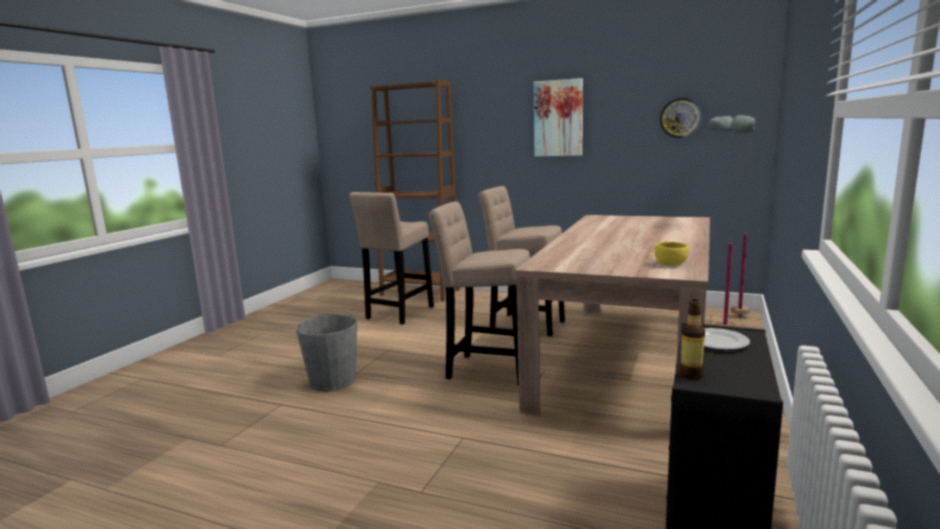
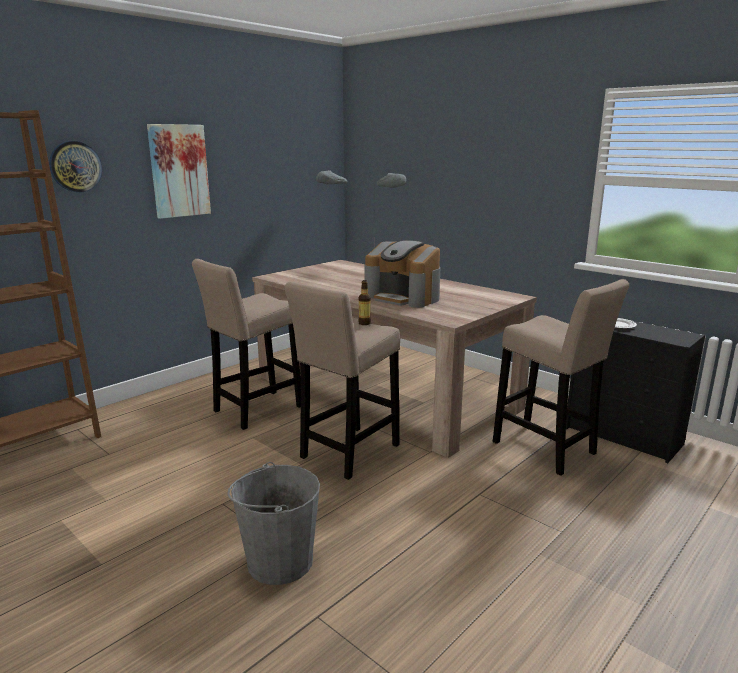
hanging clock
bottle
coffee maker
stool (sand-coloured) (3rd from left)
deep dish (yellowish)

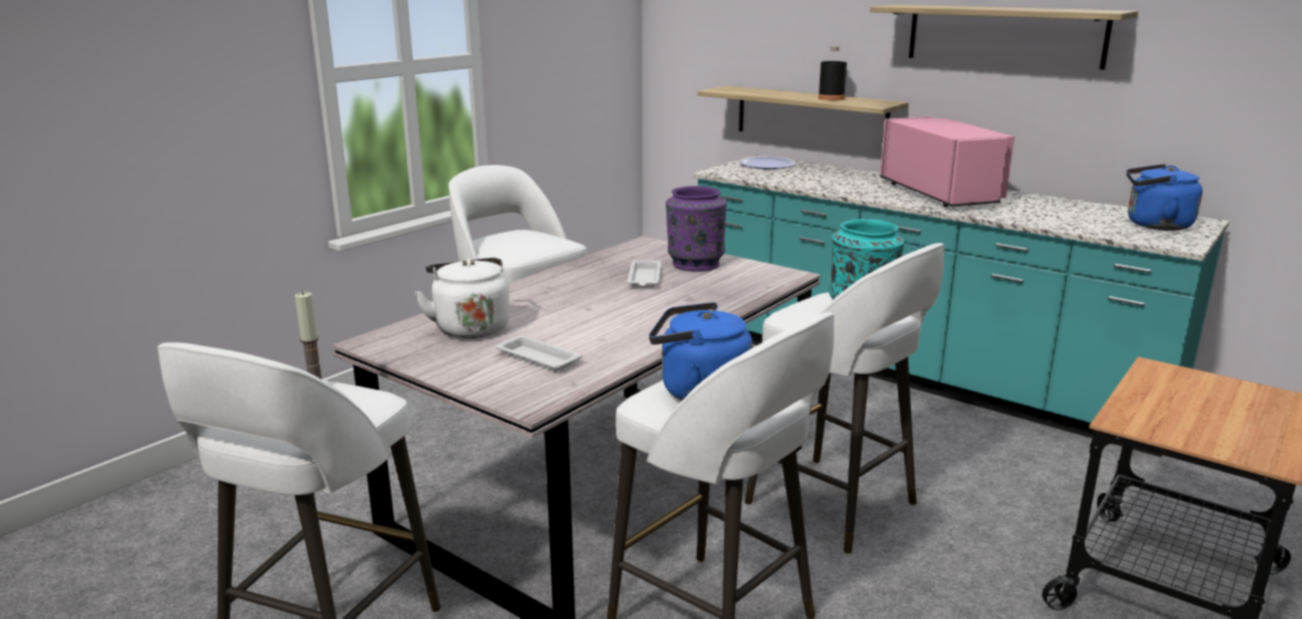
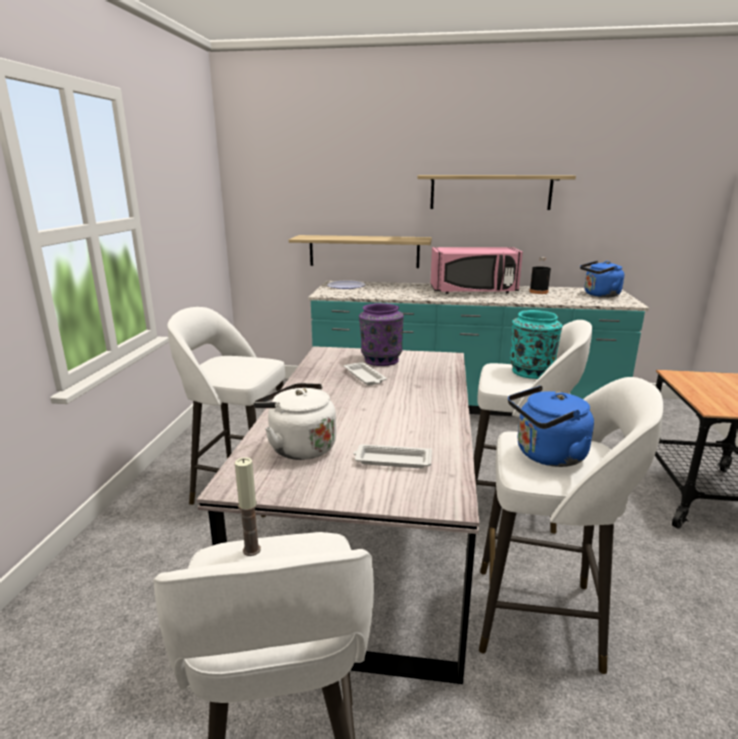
microwave oven (pinkish)
bottle (black)

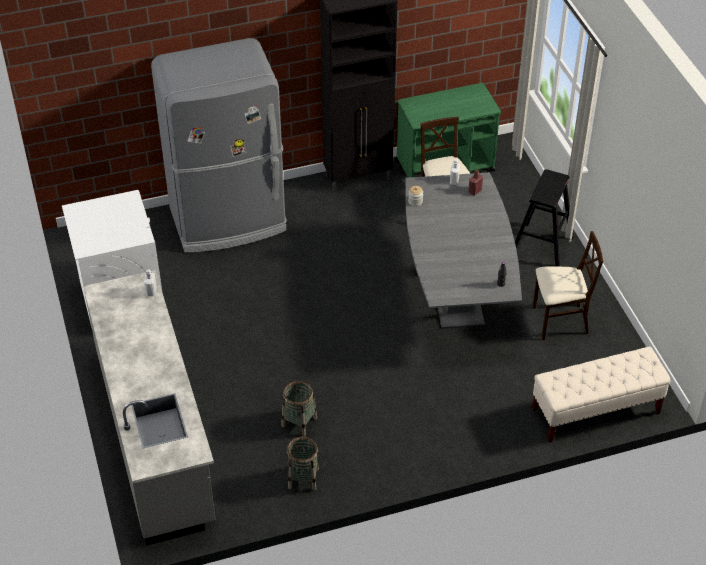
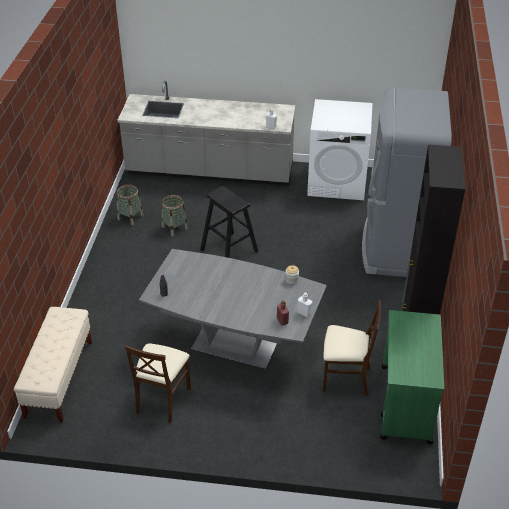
stool (black)

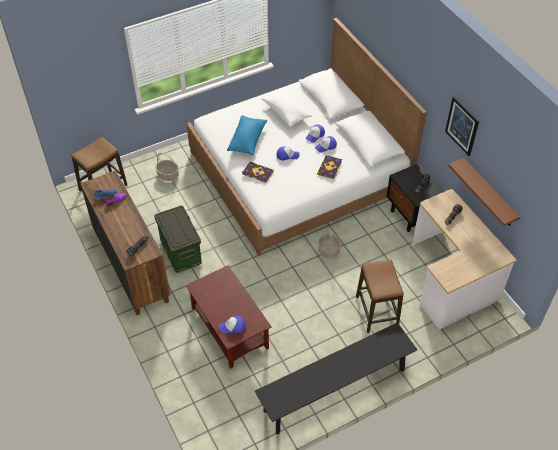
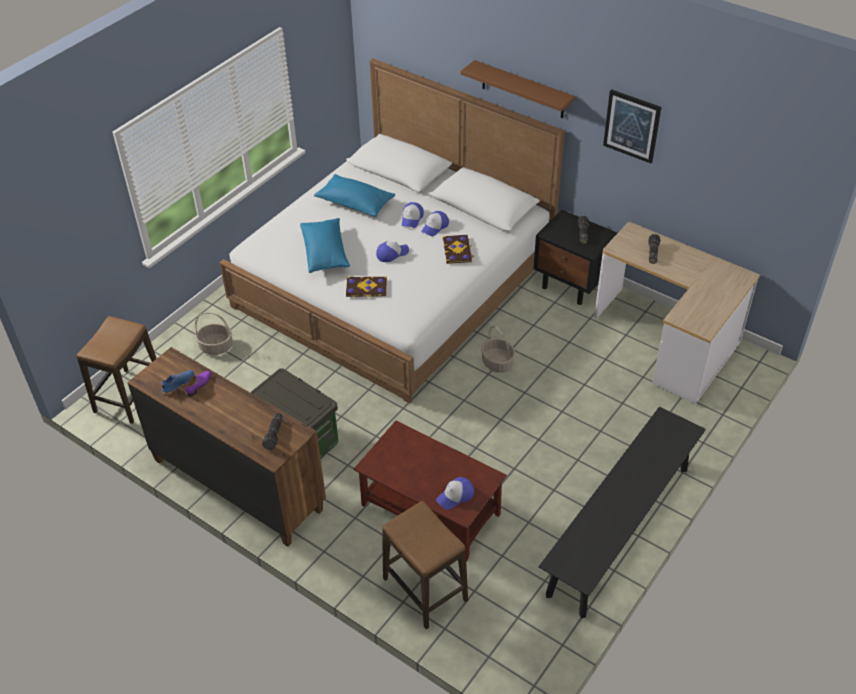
pillow (blue) (2nd from left)
stool (2nd from left)
bracket shelf (brown)

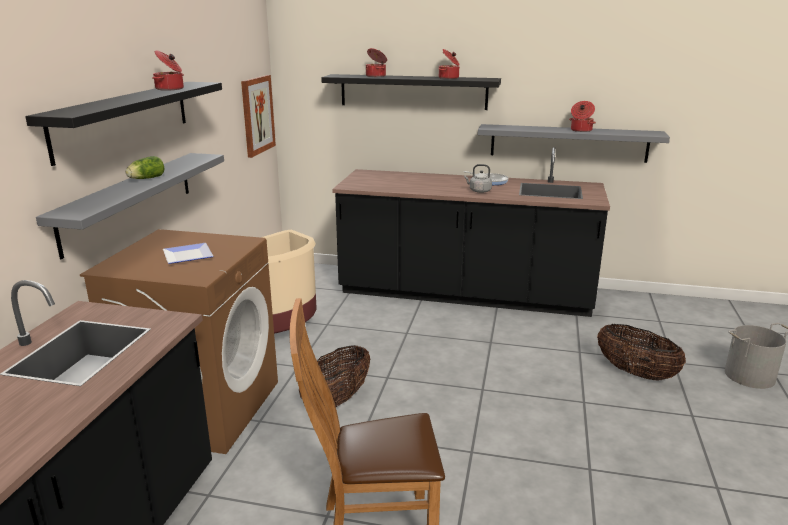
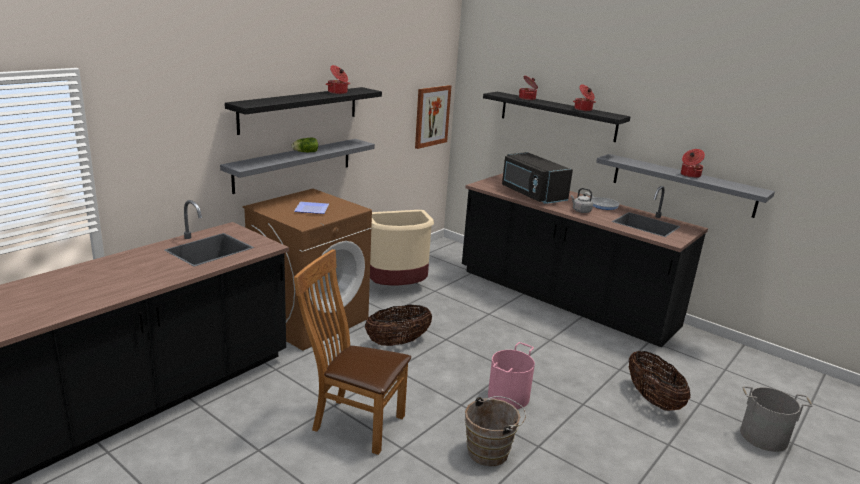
bucket (brown)
bucket (pinkish)
microwave oven (black)

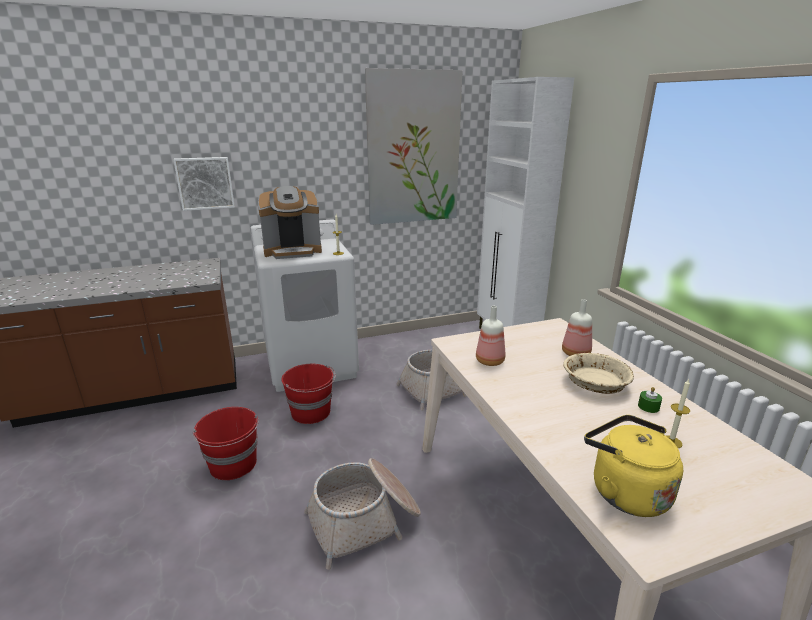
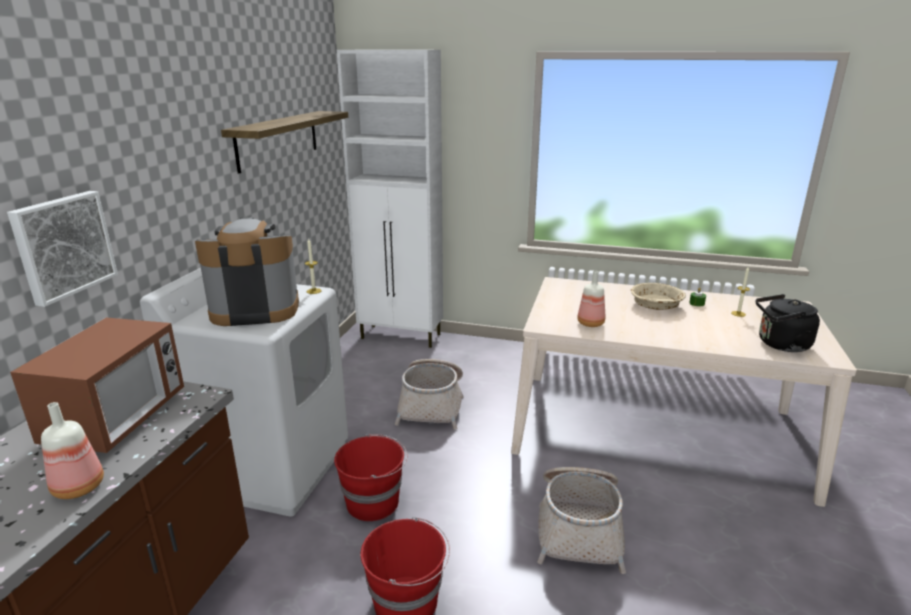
microwave oven
bottle (1st from left)
coffee maker
bracket shelf
water kettle (black)

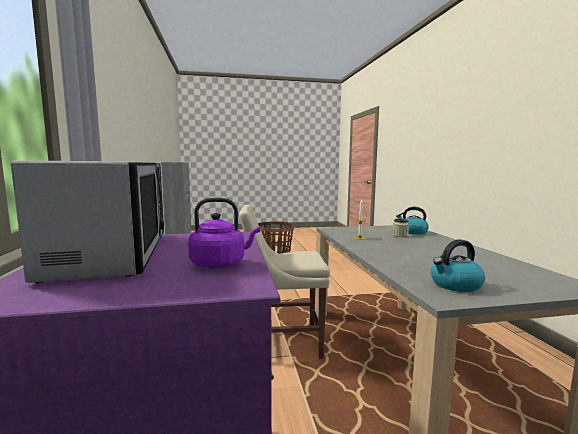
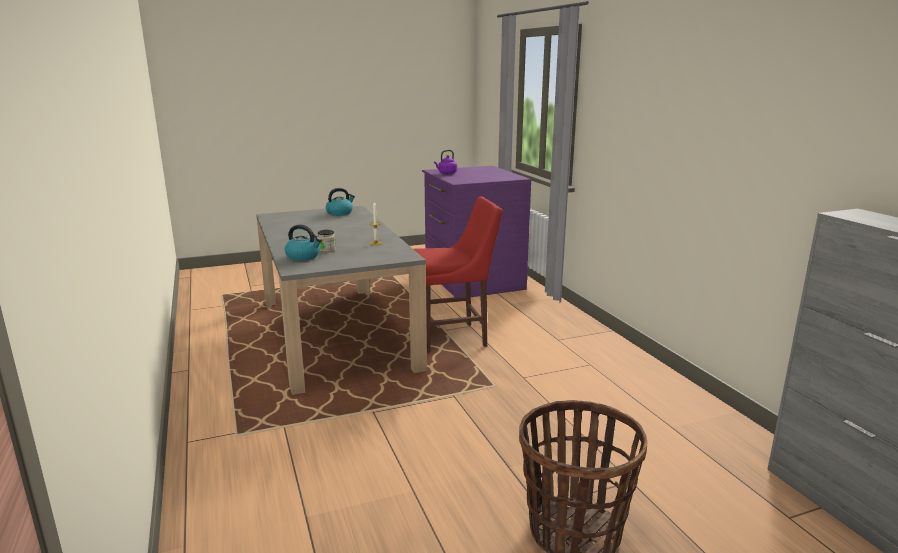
upright chair (reddish)
microwave oven

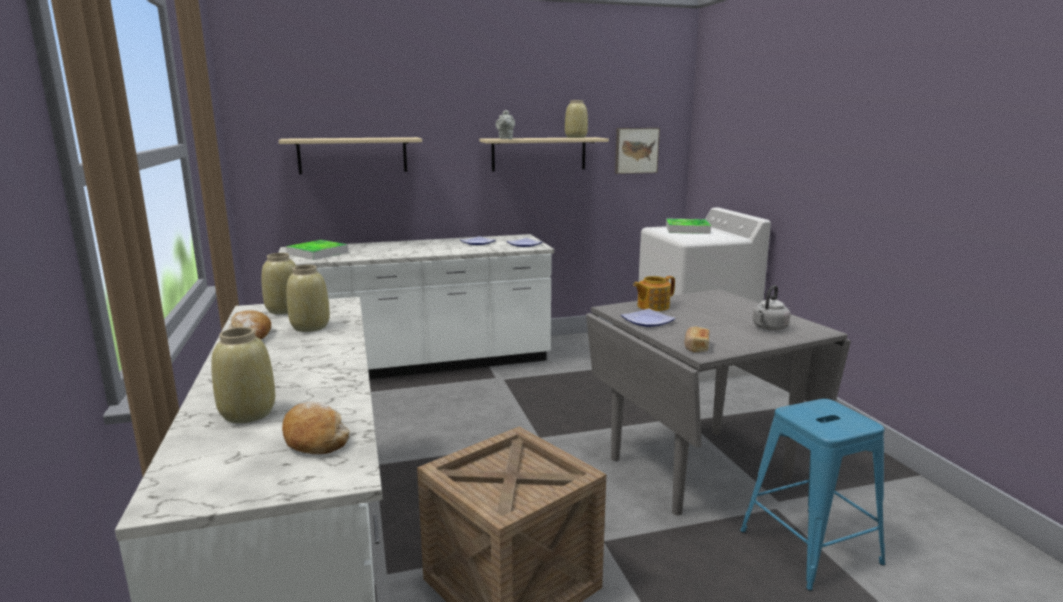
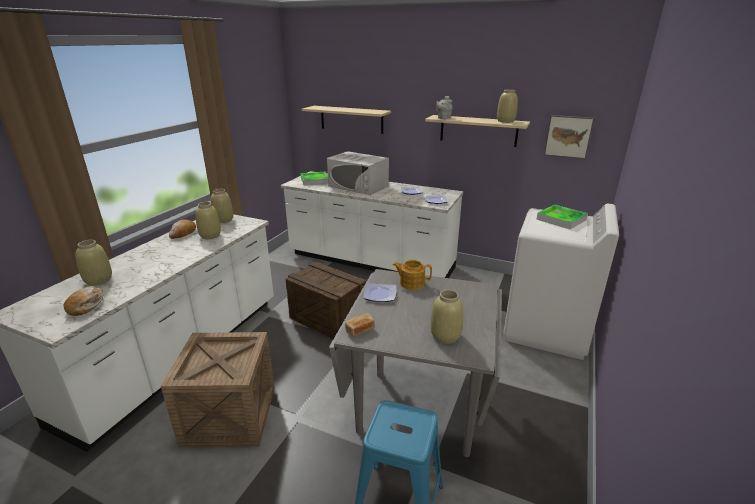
shipping crate (2nd from left)
microwave oven (whitish)
flower vase (sand-coloured) (4th from left)

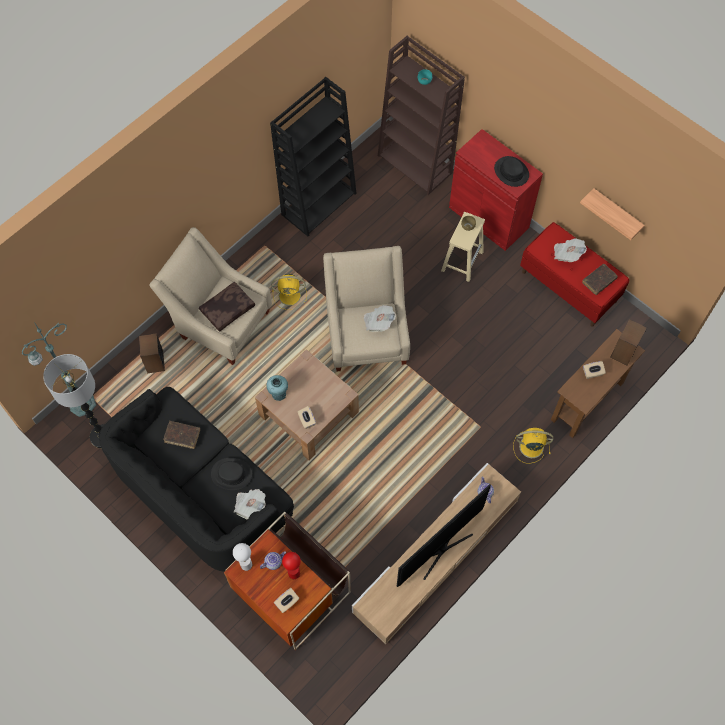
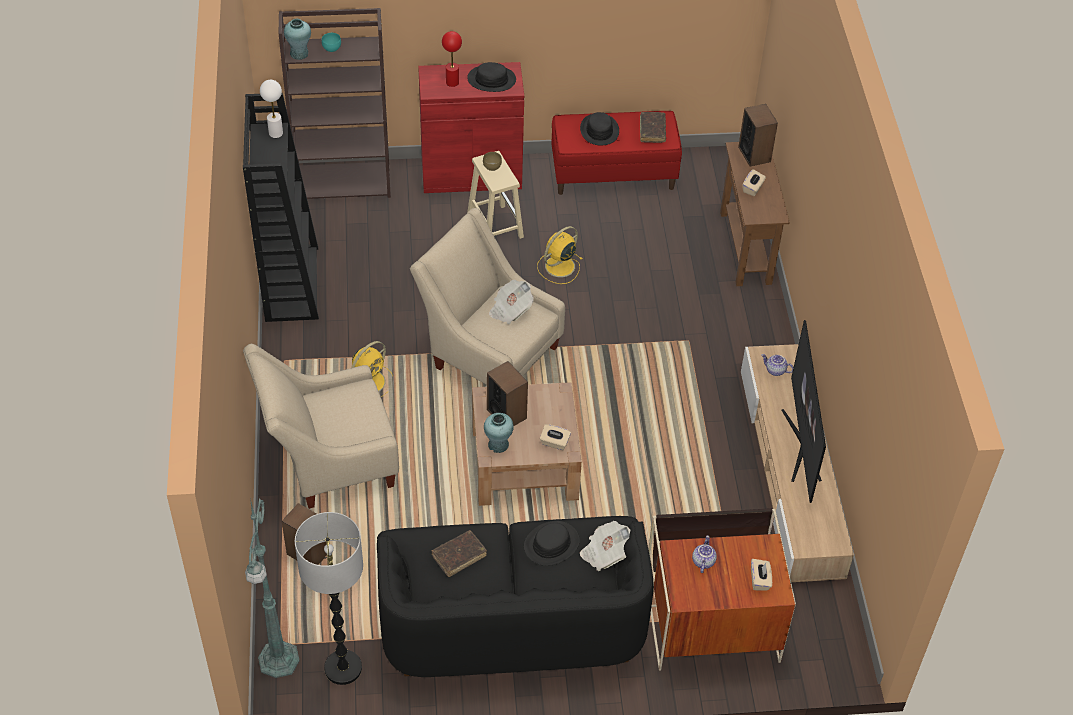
table lamp (whitish)
flower vase (turquoise-coloured) (1st from left)
table lamp (reddish)
loudspeaker (2nd from left)
fan (yellowish) (2nd from left)
wearable hat (black) (3rd from left)
pillow (brown)
bracket shelf

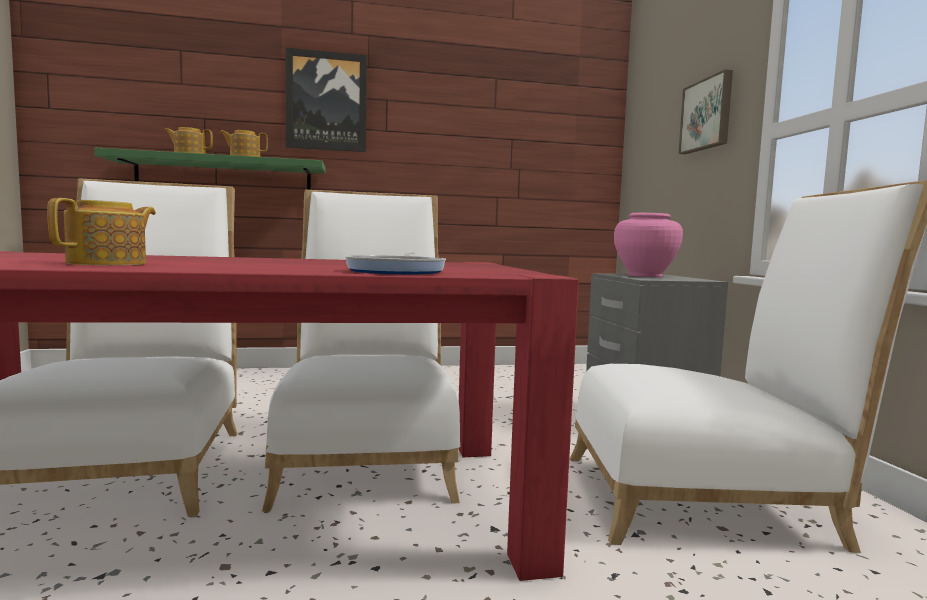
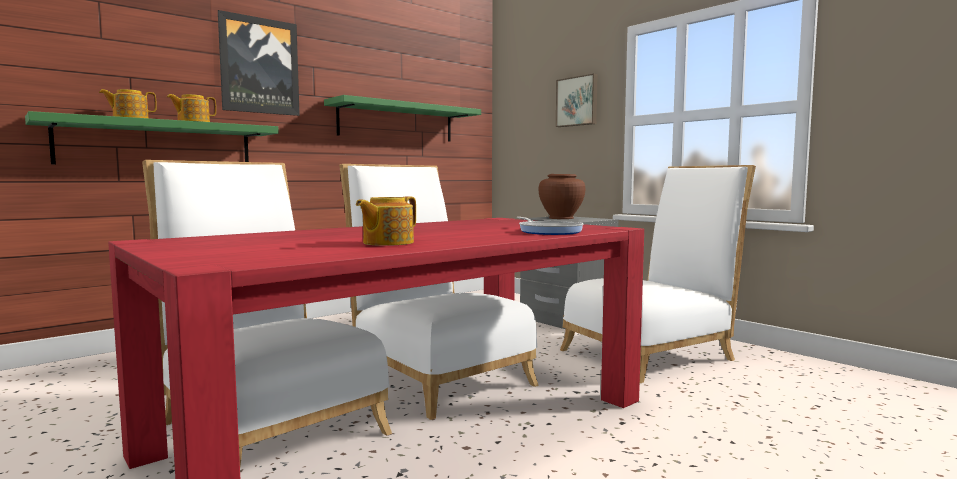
bracket shelf (green-coloured) (2nd from left)
tea pot (3rd from left)
flower vase (brown)

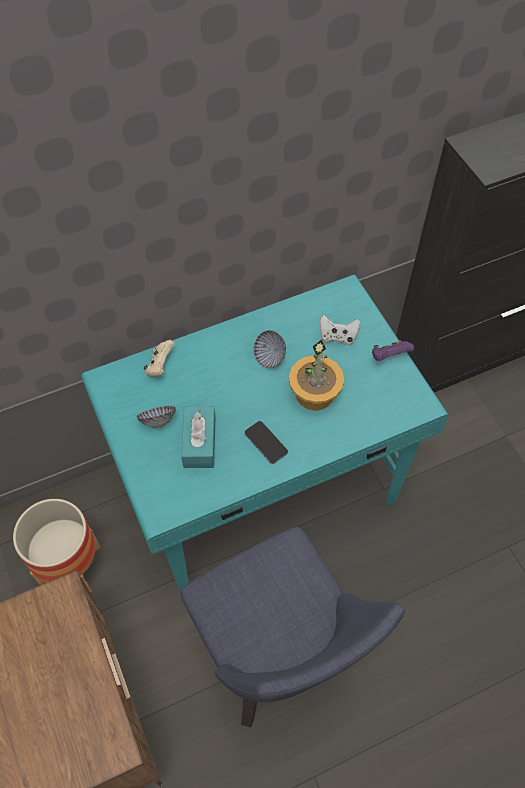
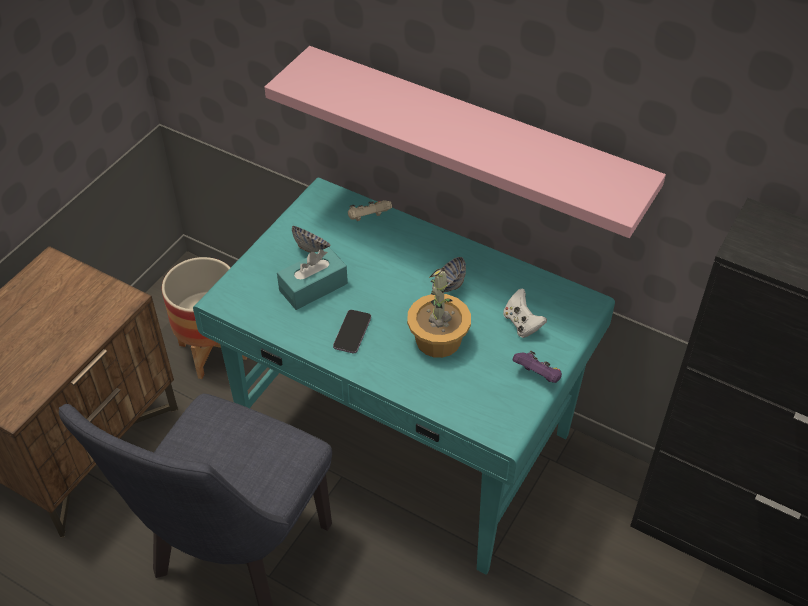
bracket shelf (pinkish)

